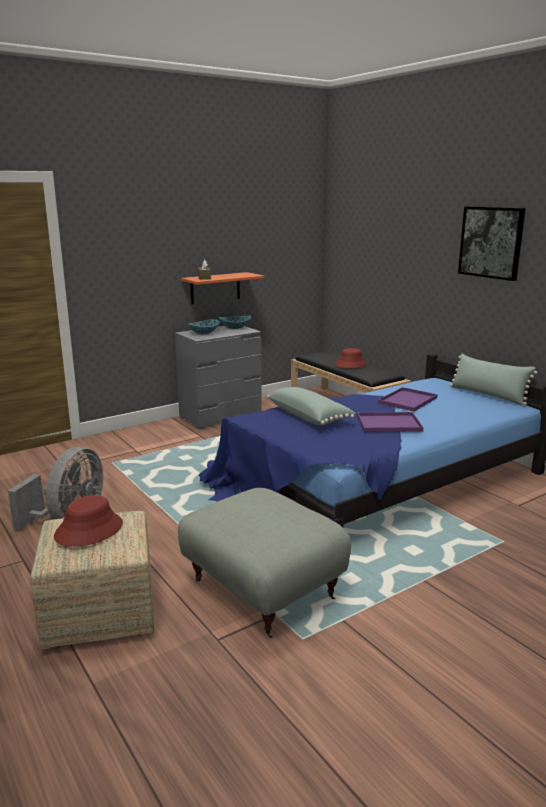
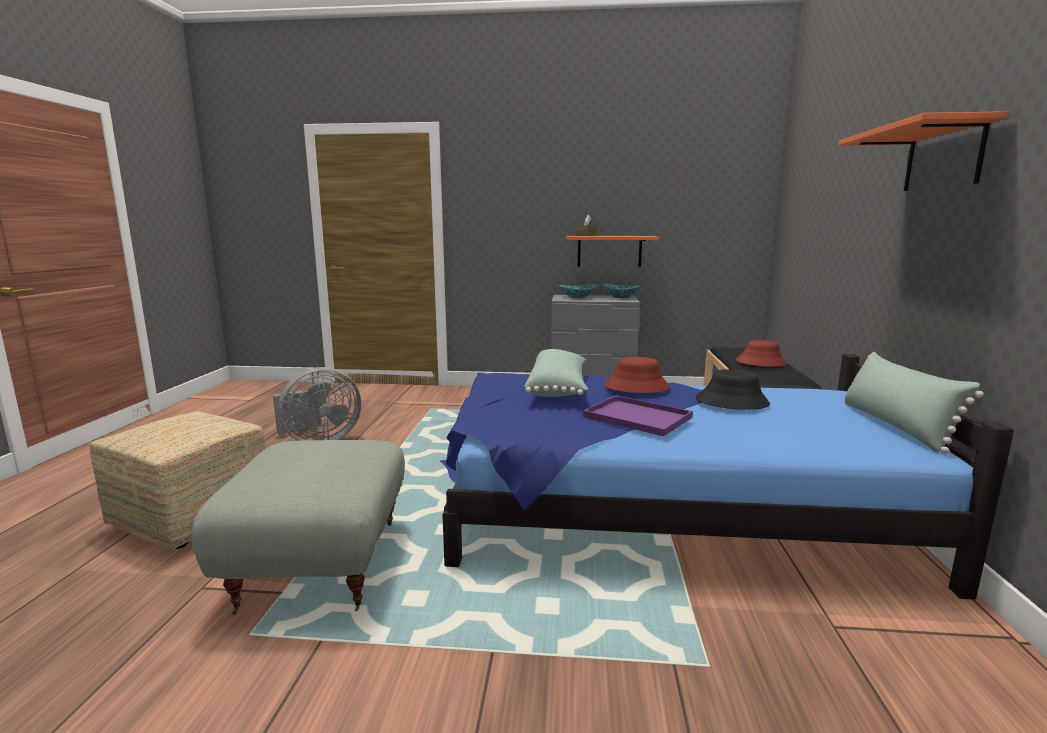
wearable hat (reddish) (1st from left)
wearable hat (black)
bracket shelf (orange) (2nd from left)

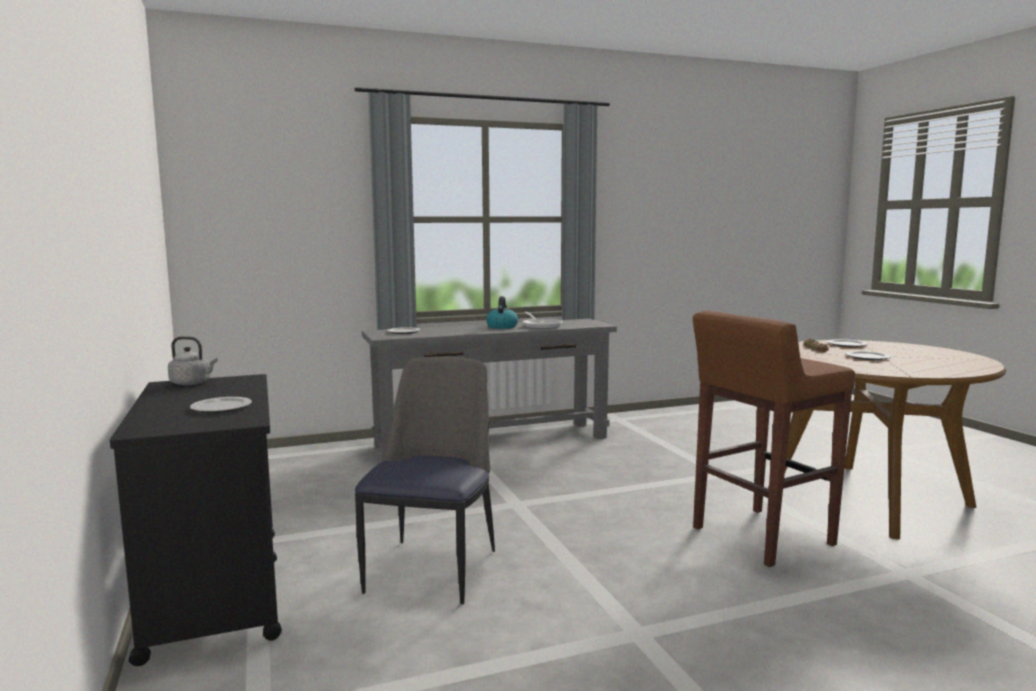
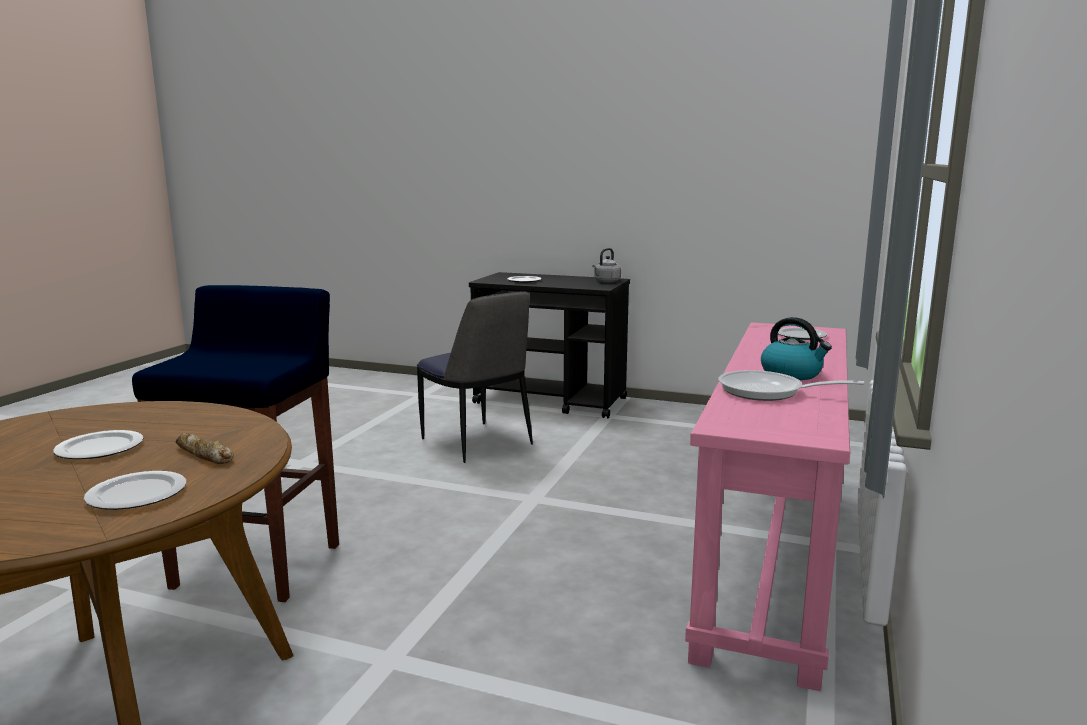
stool (blue)
narrow table (pinkish)

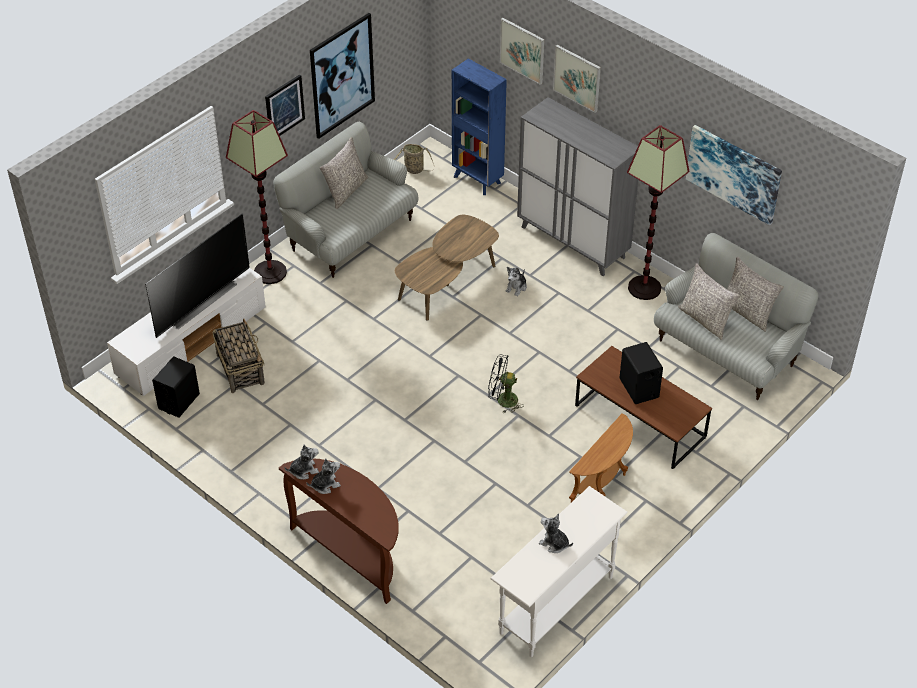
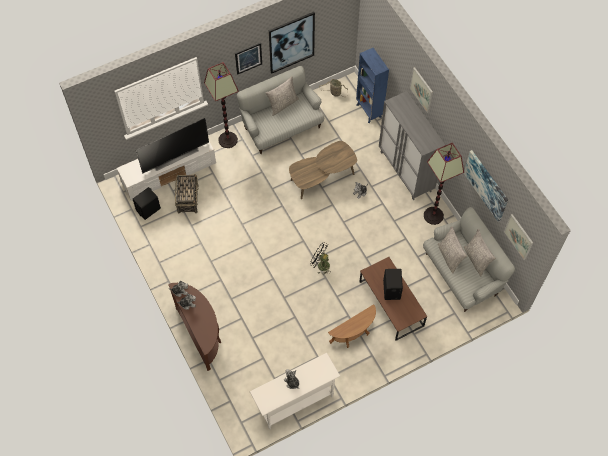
picture (5th from left)

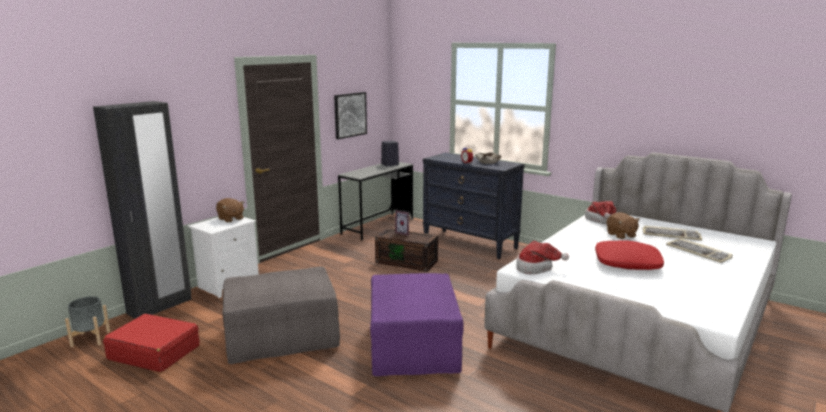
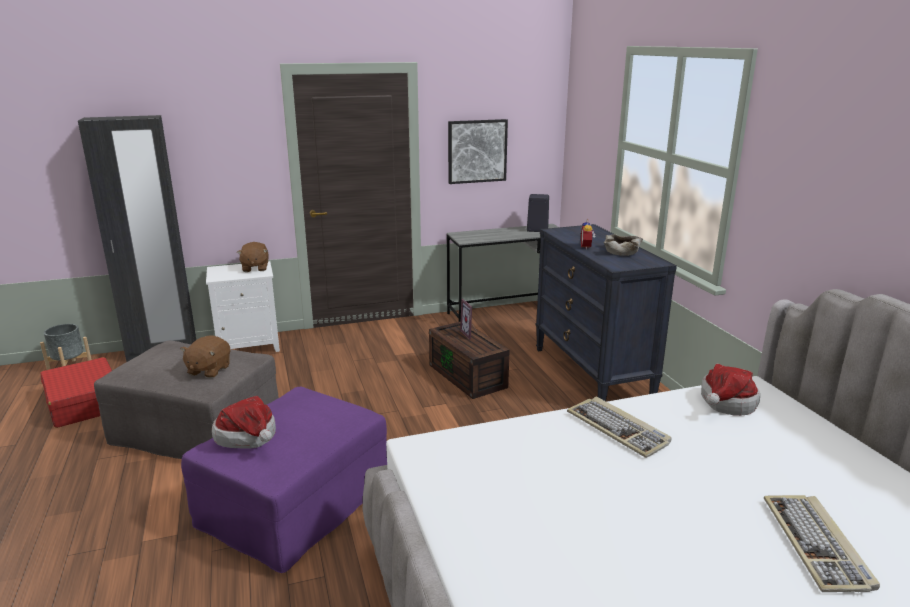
plush toy (brown) (1st from left)
wearable hat (1st from left)
PC keyboard (1st from left)
pillow (reddish)

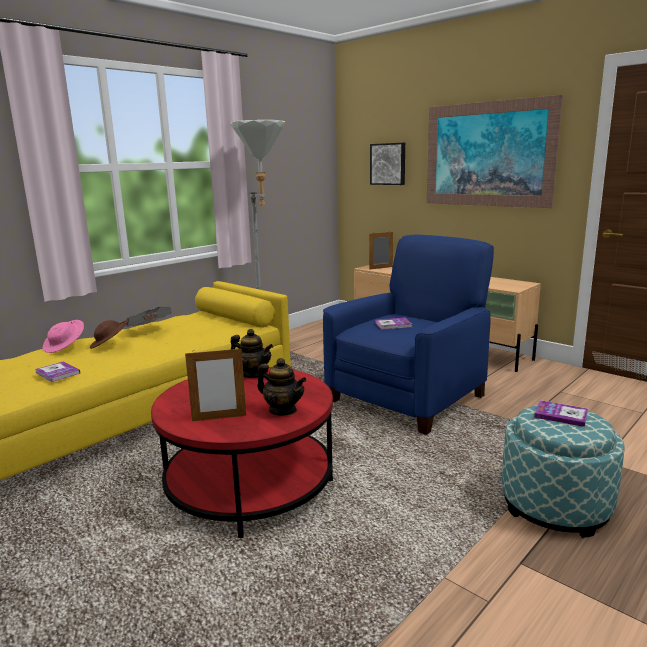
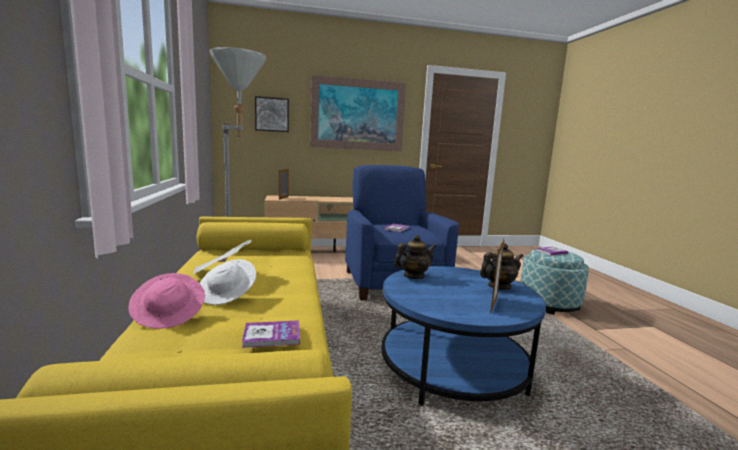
wearable hat (whitish)
coffee table (blue)

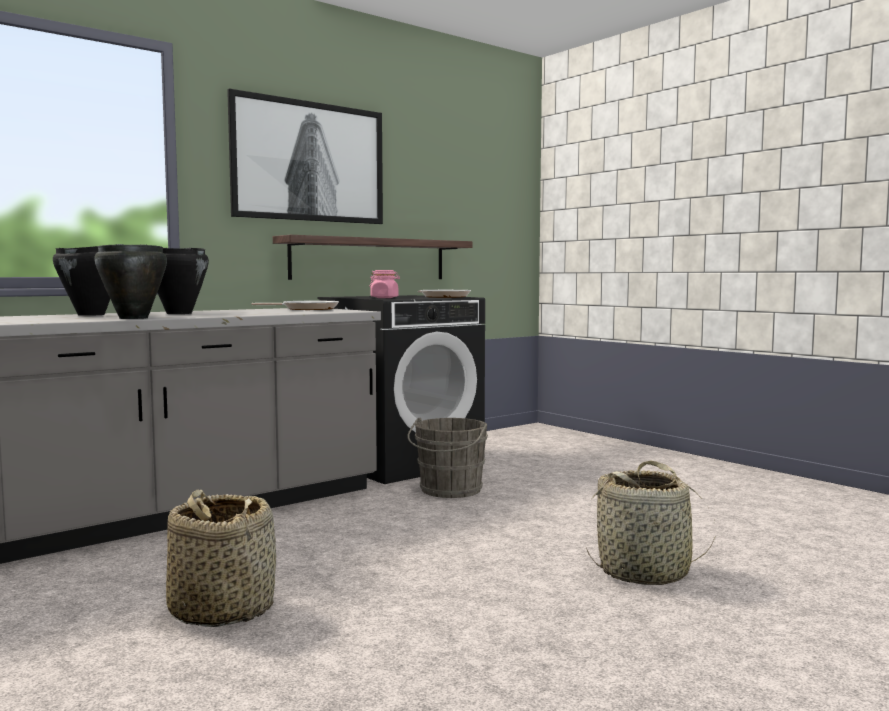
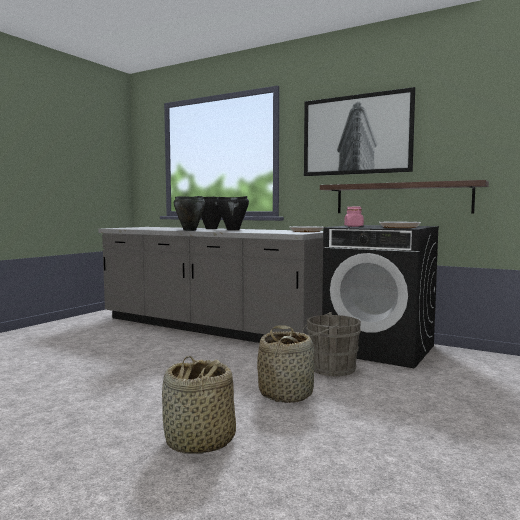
basket (2nd from left)

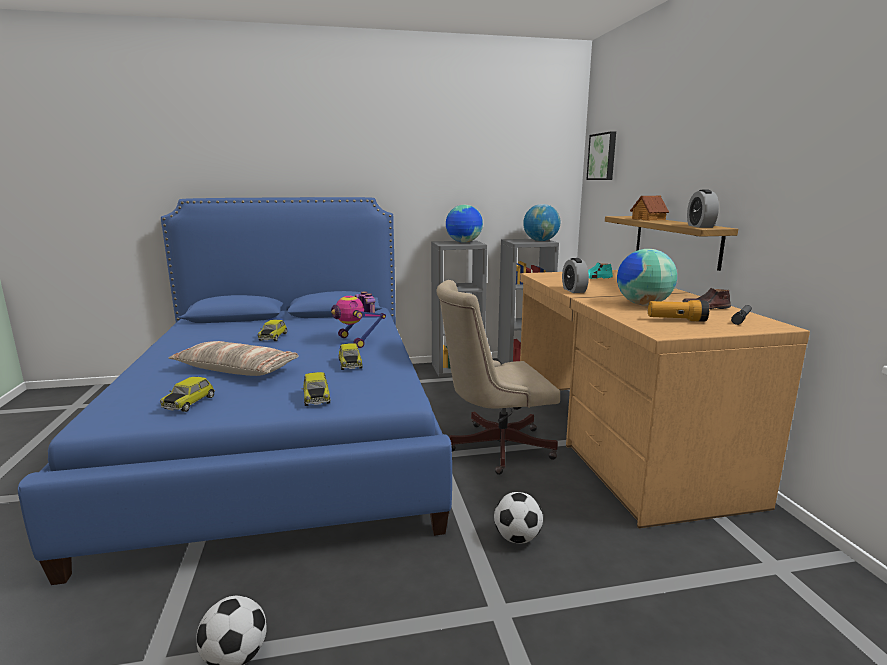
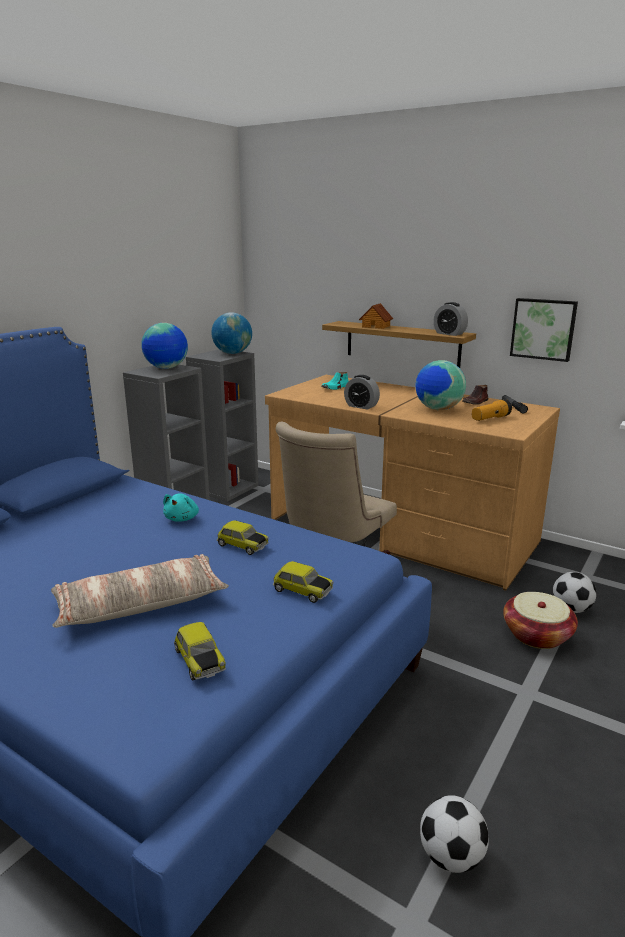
plush toy (turquoise-coloured)
basket
picture
football (2nd from left)
model car (2nd from left in the first image)

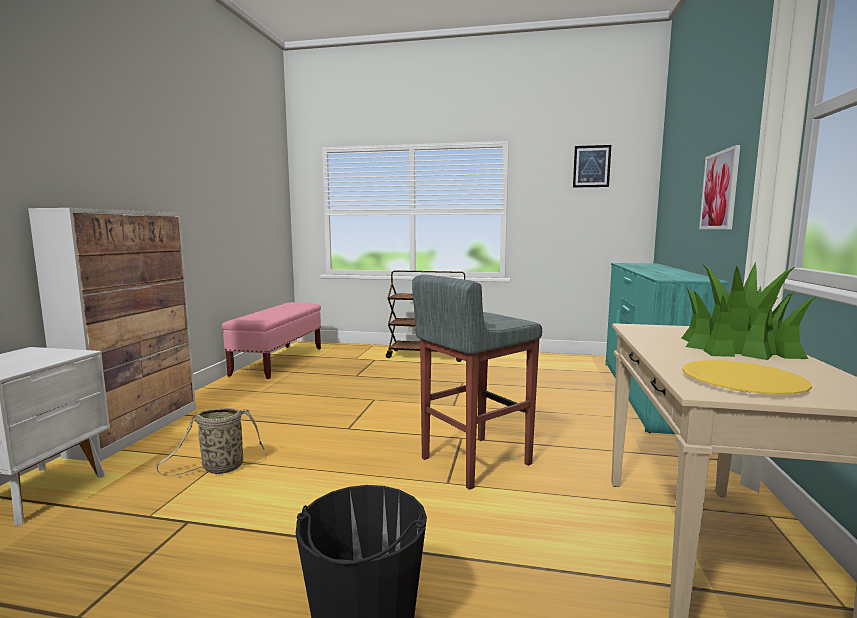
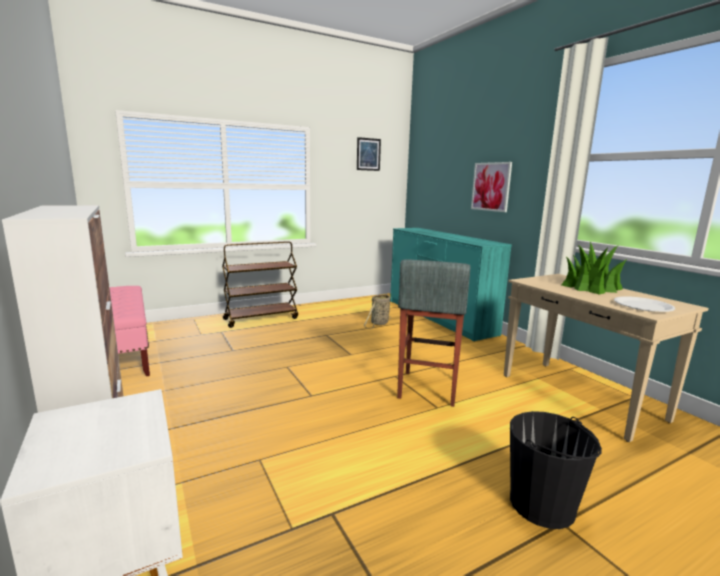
basket
plate (whitish)

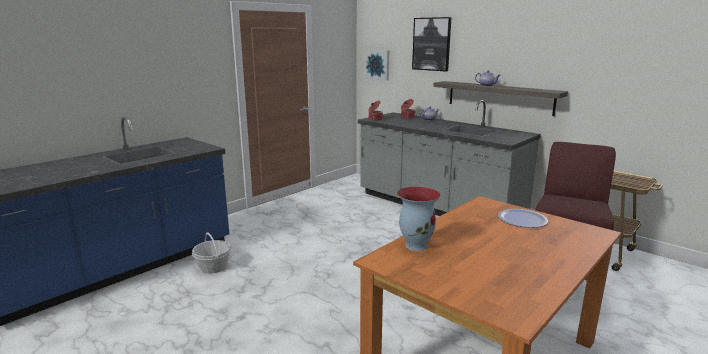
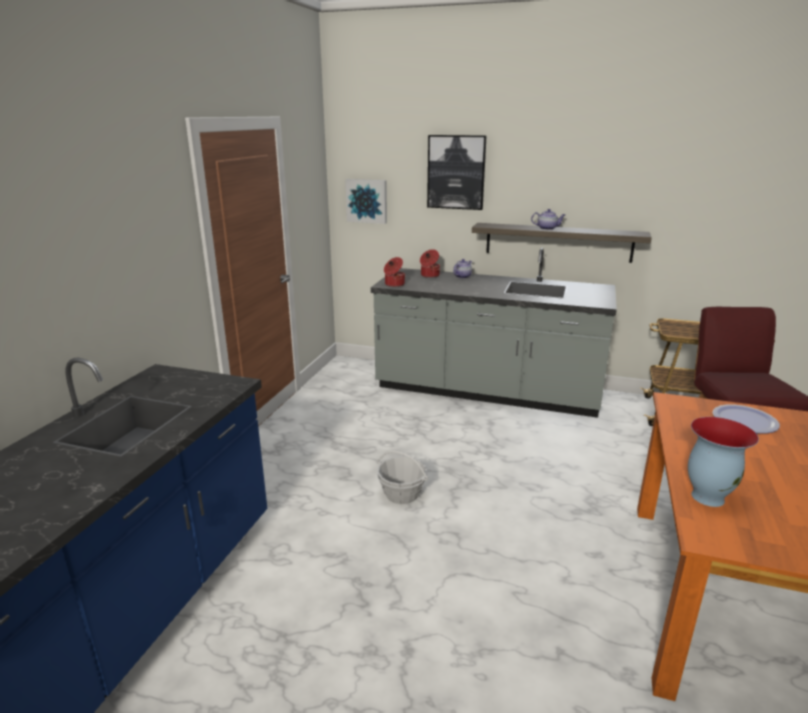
basket

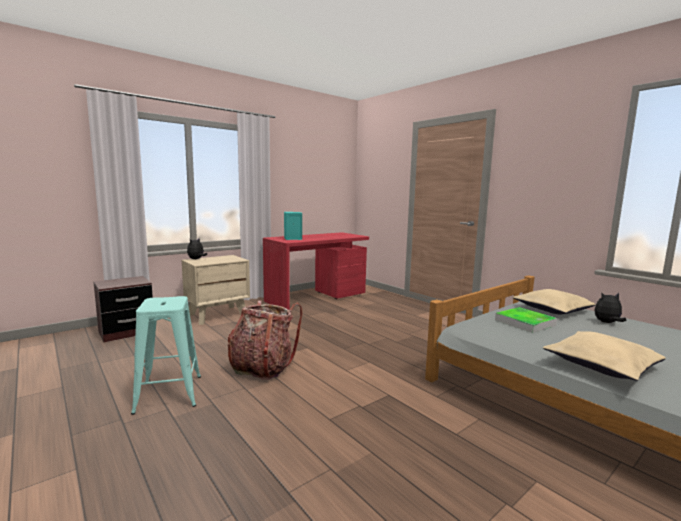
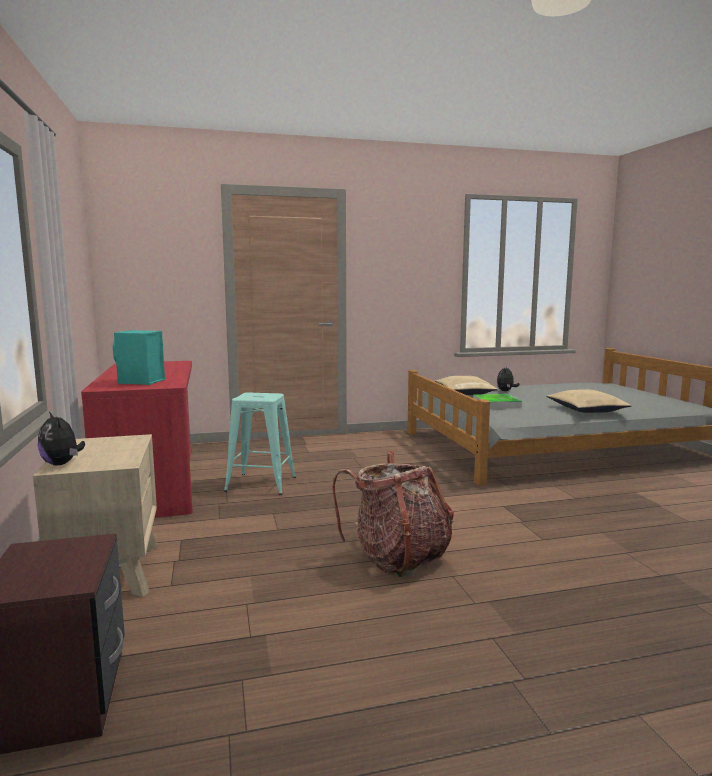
stool (turquoise-coloured)

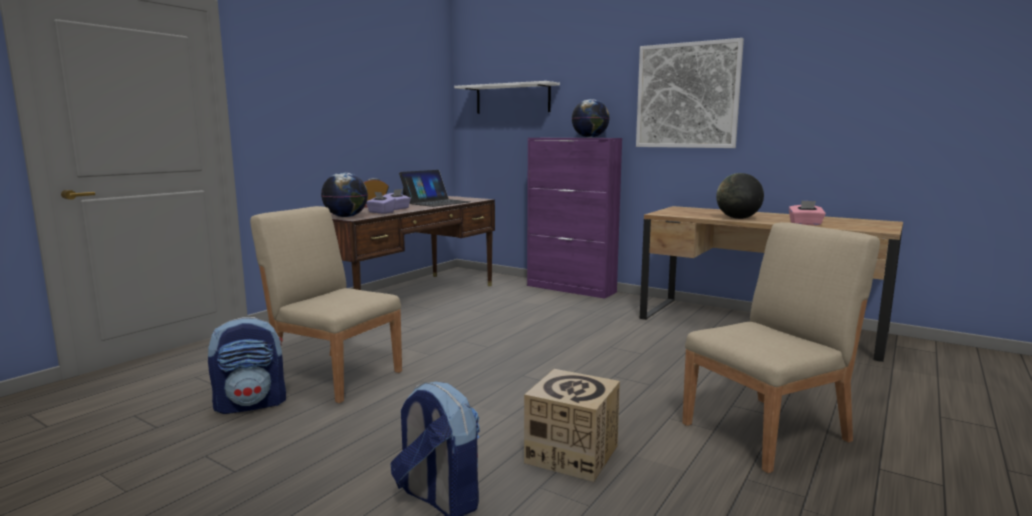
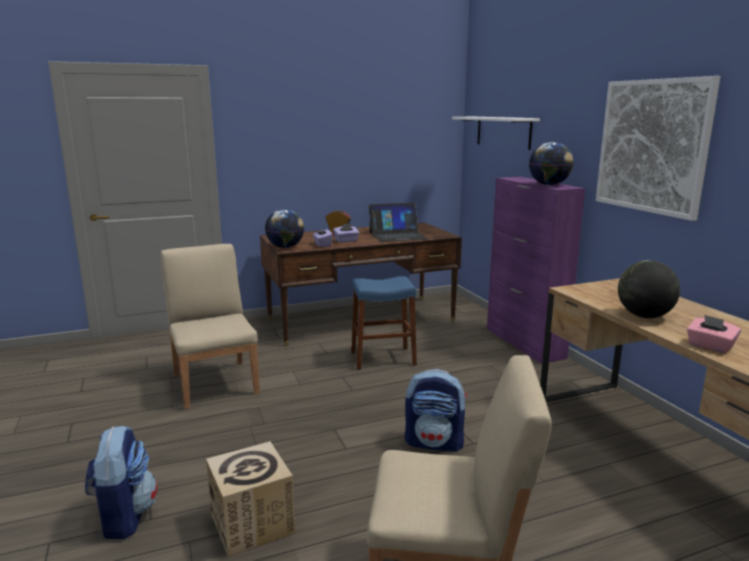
stool (blue)
rucksack (2nd from left)

